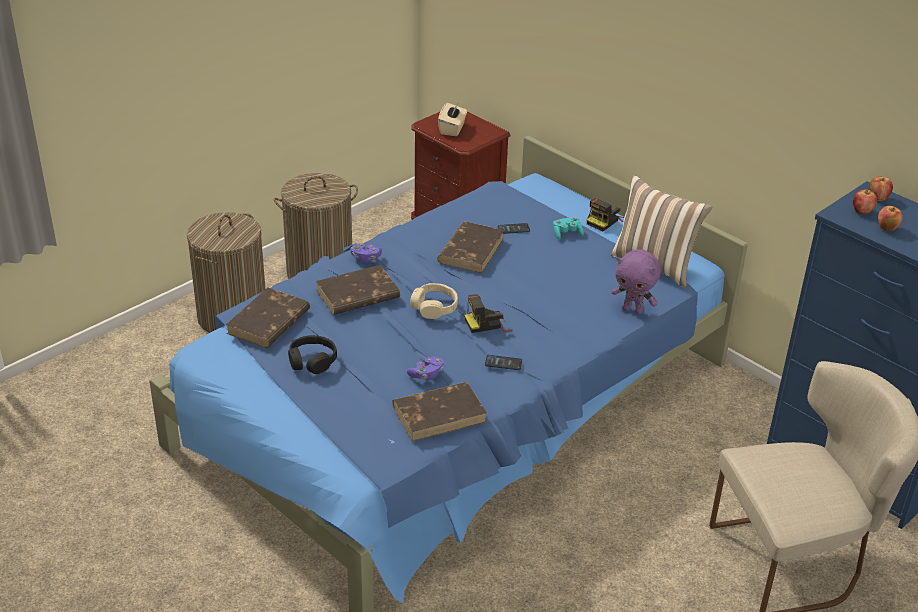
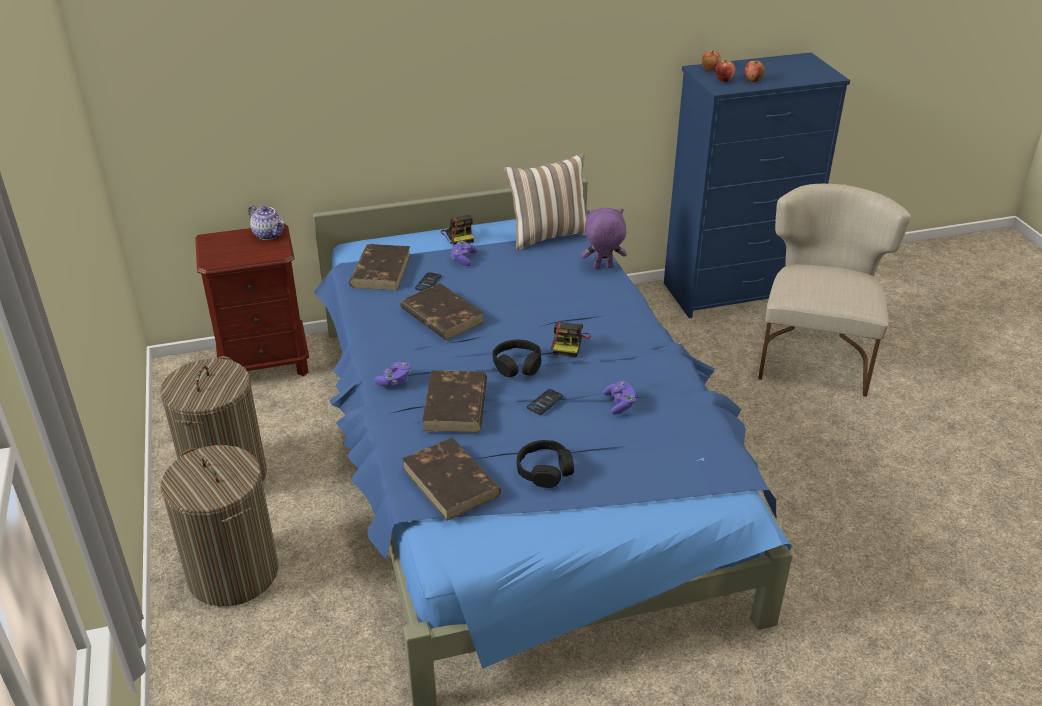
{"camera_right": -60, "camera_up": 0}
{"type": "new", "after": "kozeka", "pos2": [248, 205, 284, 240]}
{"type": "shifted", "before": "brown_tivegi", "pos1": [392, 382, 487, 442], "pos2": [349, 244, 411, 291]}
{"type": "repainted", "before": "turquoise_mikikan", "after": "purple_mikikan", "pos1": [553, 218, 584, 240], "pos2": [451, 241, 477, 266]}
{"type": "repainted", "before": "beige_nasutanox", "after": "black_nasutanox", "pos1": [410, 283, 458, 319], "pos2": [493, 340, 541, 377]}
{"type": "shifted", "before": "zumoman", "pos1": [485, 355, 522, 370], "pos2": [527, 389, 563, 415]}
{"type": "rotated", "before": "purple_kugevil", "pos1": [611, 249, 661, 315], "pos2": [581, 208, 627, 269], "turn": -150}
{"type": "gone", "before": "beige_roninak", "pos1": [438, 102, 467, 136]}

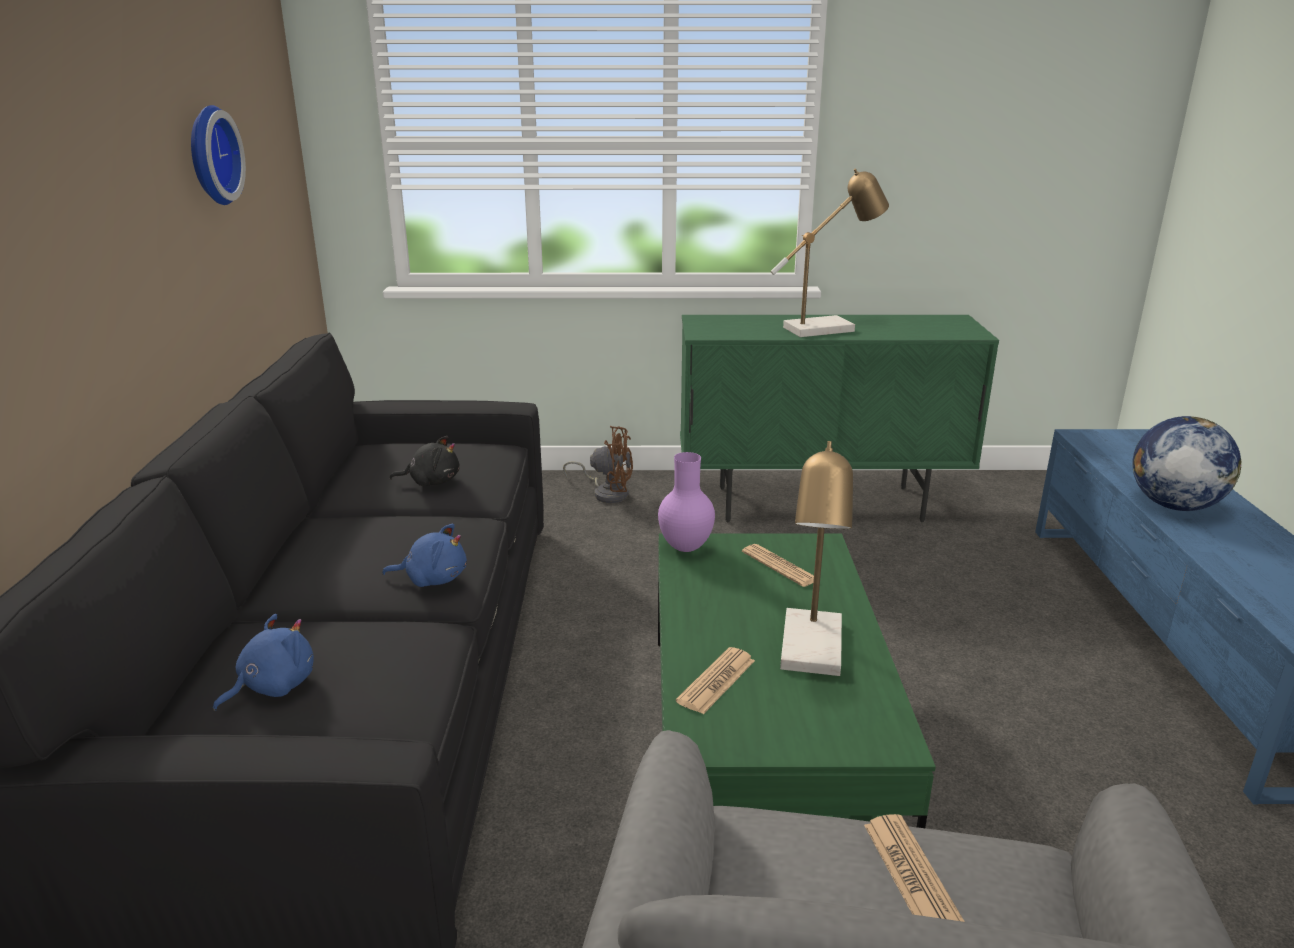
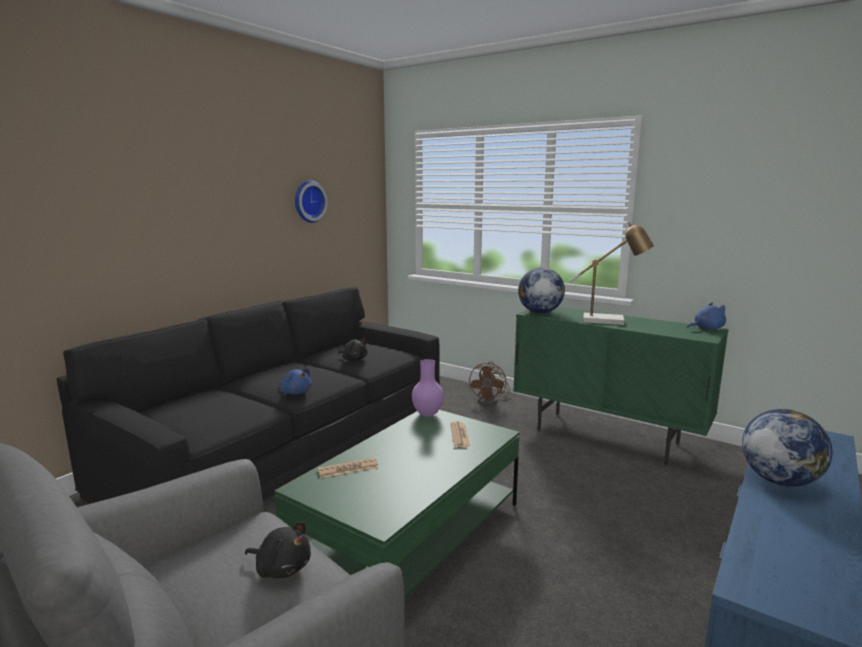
{"camera_right": 35, "camera_up": -10}
{"type": "swapped", "before": "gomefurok", "after": "black_kugevil", "pos1": [864, 814, 965, 922], "pos2": [245, 522, 311, 578]}
{"type": "rotated", "before": "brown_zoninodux", "pos1": [563, 426, 633, 503], "pos2": [469, 362, 511, 405], "turn": 60}
{"type": "new", "after": "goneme", "pos2": [518, 267, 565, 313]}
{"type": "shifted", "before": "blue_kugevil", "pos1": [213, 614, 314, 711], "pos2": [687, 302, 726, 330]}
{"type": "gone", "before": "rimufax", "pos1": [780, 441, 853, 676]}

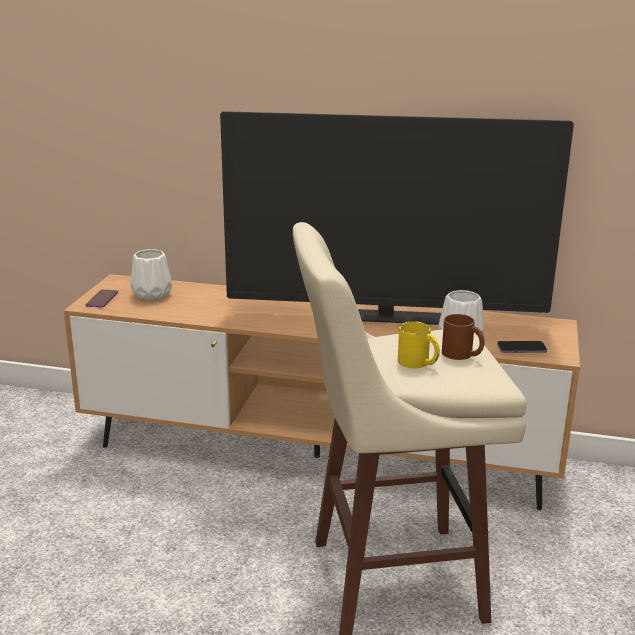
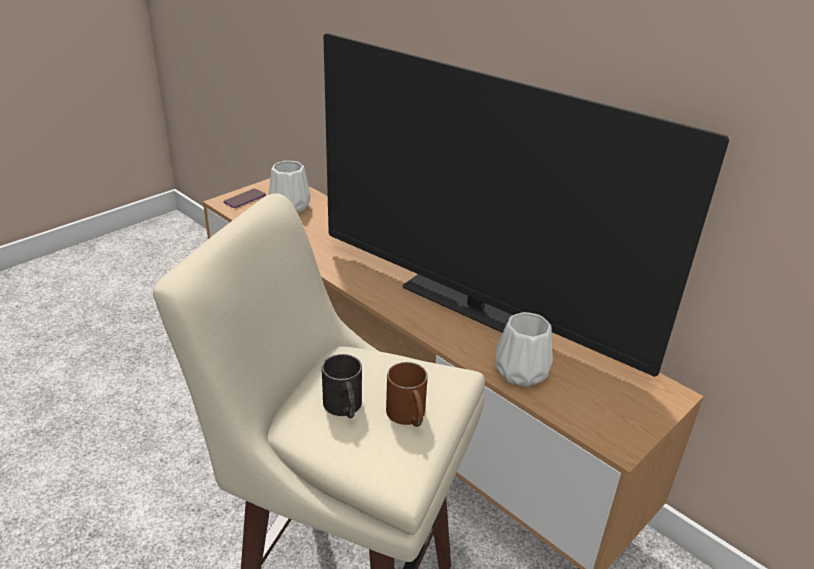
{"camera_right": 30, "camera_up": 10}
{"type": "repainted", "before": "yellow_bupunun", "after": "black_bupunun", "pos1": [398, 321, 440, 368], "pos2": [322, 354, 362, 418]}
{"type": "gone", "before": "zumoman", "pos1": [497, 341, 547, 353]}

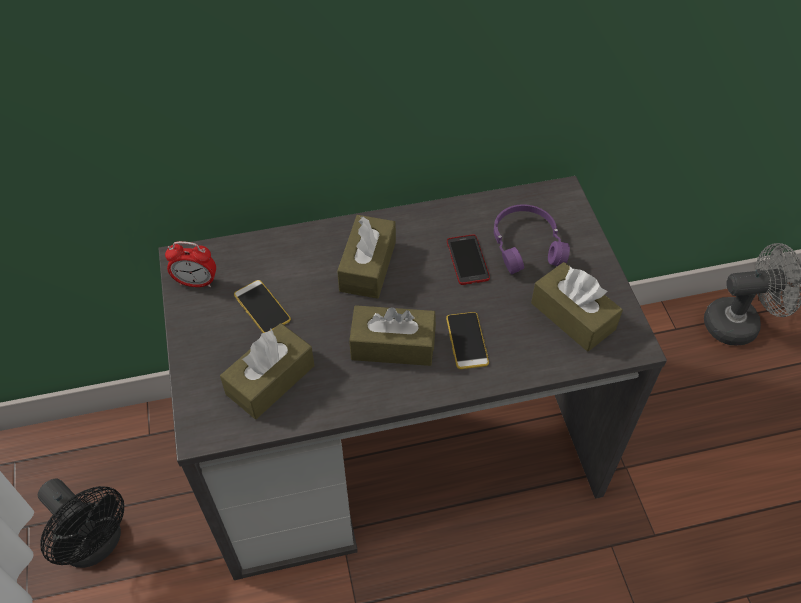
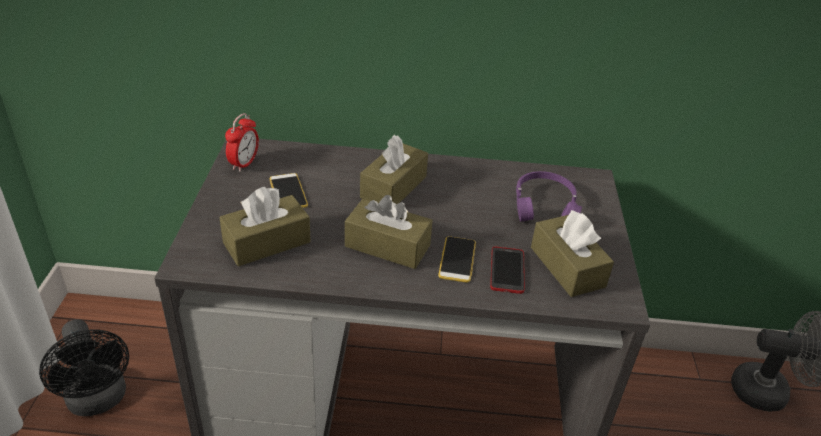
{"camera_right": 15, "camera_up": -15}
{"type": "rotated", "before": "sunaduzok", "pos1": [165, 241, 216, 287], "pos2": [225, 113, 259, 172], "turn": -90}
{"type": "shifted", "before": "zumoman", "pos1": [447, 235, 490, 285], "pos2": [490, 247, 525, 294]}

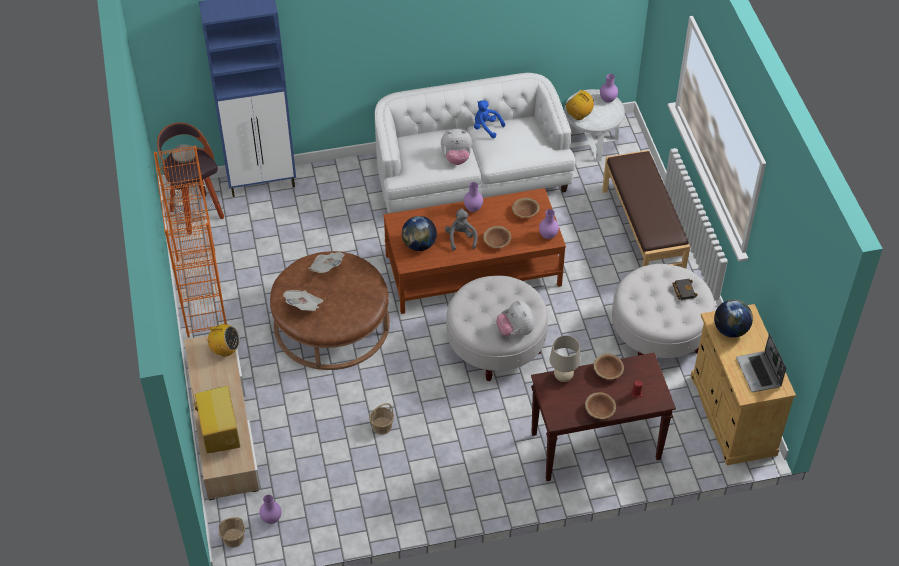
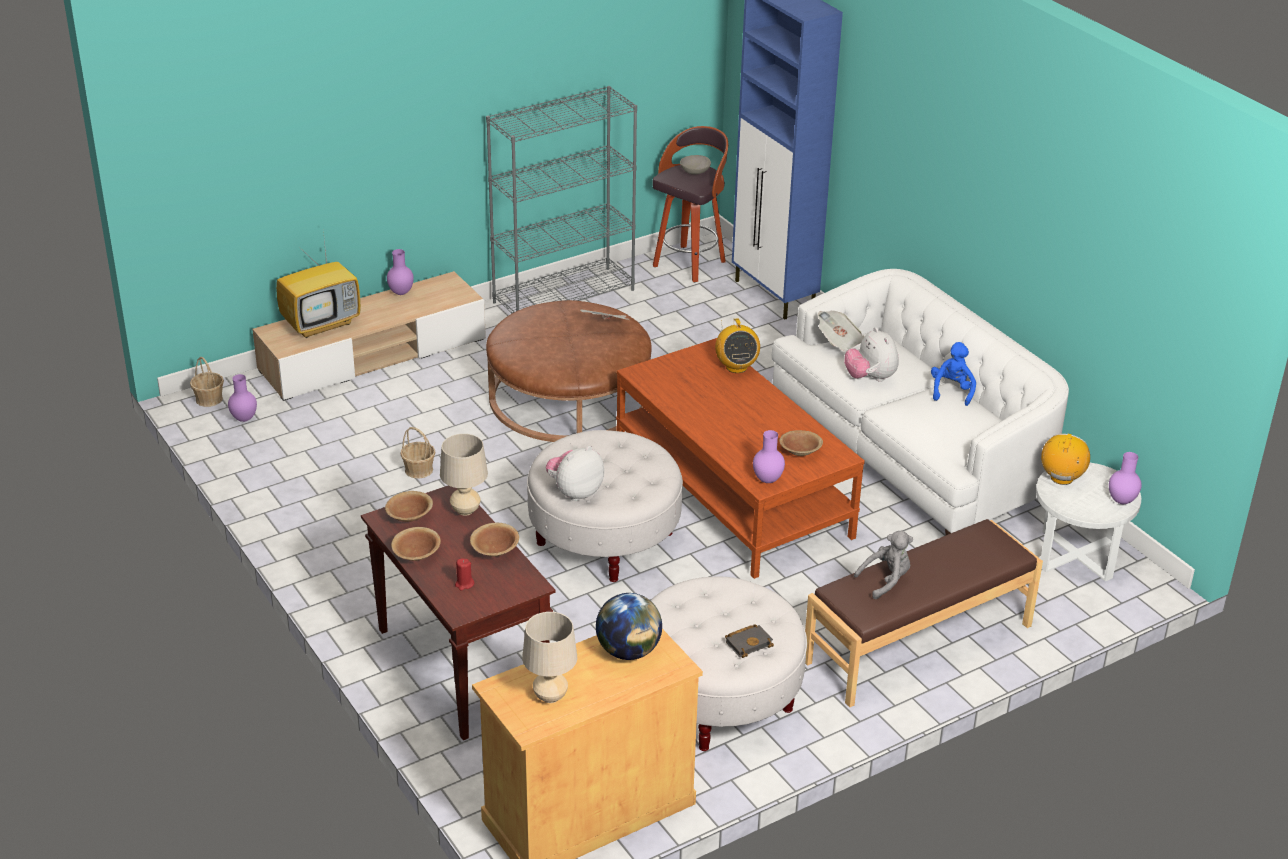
{"camera_right": 70, "camera_up": -15}
{"type": "shifted", "before": "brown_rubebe", "pos1": [483, 226, 511, 248], "pos2": [385, 491, 433, 522]}
{"type": "shifted", "before": "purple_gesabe", "pos1": [464, 182, 483, 212], "pos2": [387, 249, 414, 295]}
{"type": "repainted", "before": "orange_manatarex", "after": "grey_manatarex", "pos1": [154, 146, 227, 338], "pos2": [486, 86, 637, 313]}
{"type": "swapped", "before": "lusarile", "after": "beige_rimufax", "pos1": [736, 333, 786, 392], "pos2": [522, 612, 577, 703]}
{"type": "shifted", "before": "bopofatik", "pos1": [204, 324, 240, 357], "pos2": [715, 319, 760, 373]}
{"type": "shifted", "before": "gomefurok", "pos1": [283, 290, 323, 311], "pos2": [818, 311, 865, 351]}
{"type": "shifted", "before": "grey_kugevil", "pos1": [445, 208, 478, 251], "pos2": [854, 531, 913, 599]}
{"type": "gone", "before": "goneme", "pos1": [402, 216, 437, 251]}

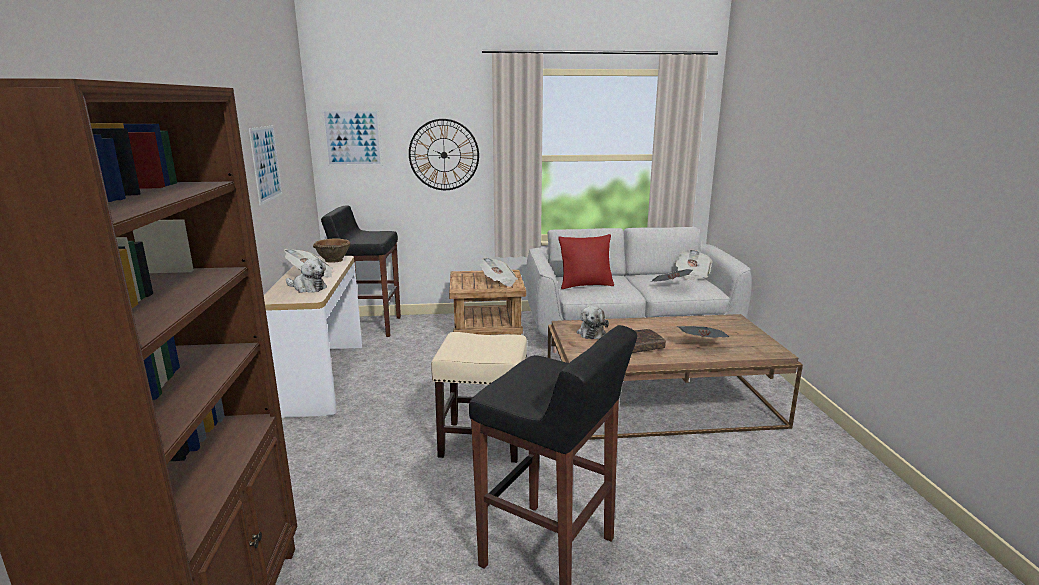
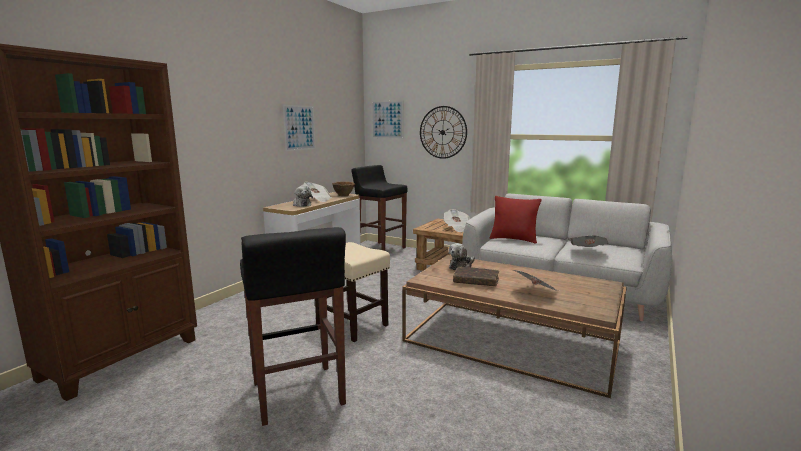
{"camera_right": 35, "camera_up": -5}
{"type": "gone", "before": "gomefurok", "pos1": [675, 249, 713, 280]}

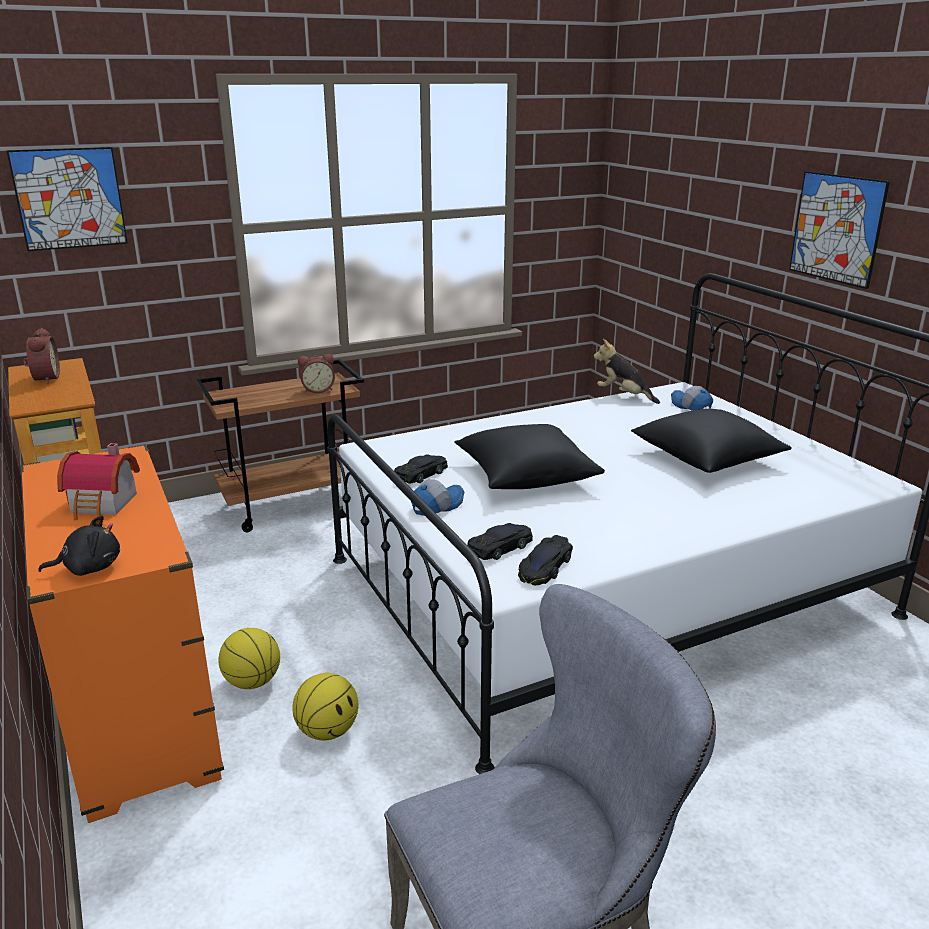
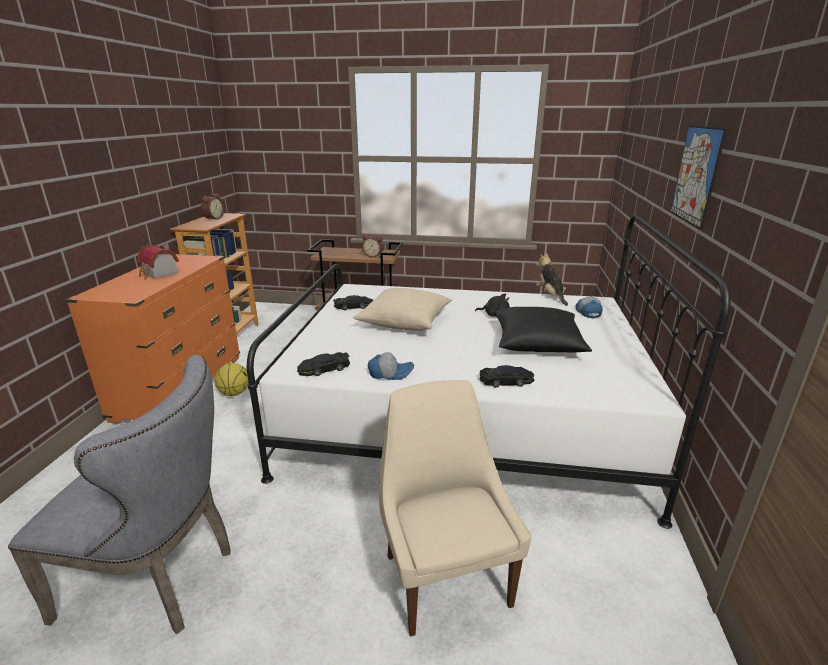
{"camera_right": 35, "camera_up": 0}
{"type": "repainted", "before": "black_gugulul", "after": "beige_gugulul", "pos1": [454, 424, 605, 489], "pos2": [353, 288, 452, 331]}
{"type": "shifted", "before": "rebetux", "pos1": [411, 479, 464, 516], "pos2": [368, 352, 414, 380]}
{"type": "new", "after": "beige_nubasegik", "pos2": [379, 380, 532, 637]}
{"type": "shifted", "before": "black_kugevil", "pos1": [38, 515, 120, 576], "pos2": [475, 293, 510, 317]}
{"type": "shifted", "before": "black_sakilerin", "pos1": [467, 523, 533, 560], "pos2": [480, 365, 534, 388]}
{"type": "gone", "before": "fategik", "pos1": [6, 147, 128, 251]}
{"type": "gone", "before": "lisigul", "pos1": [292, 673, 358, 740]}

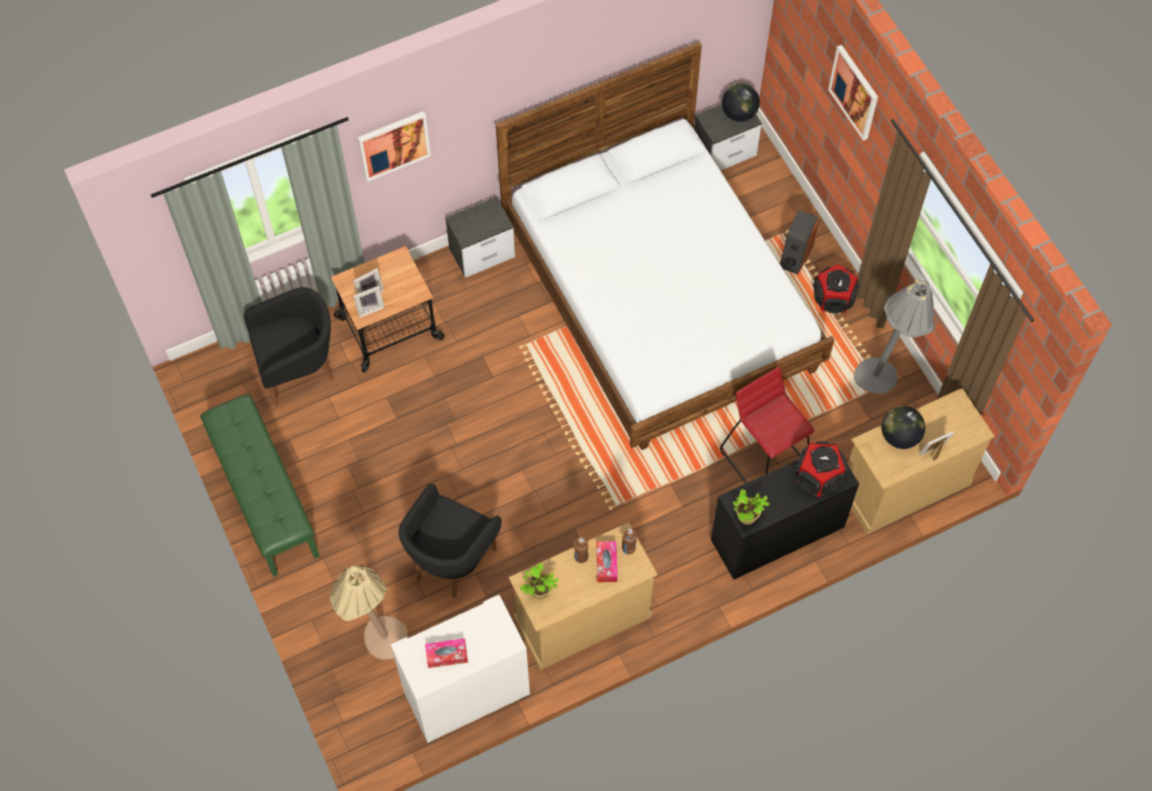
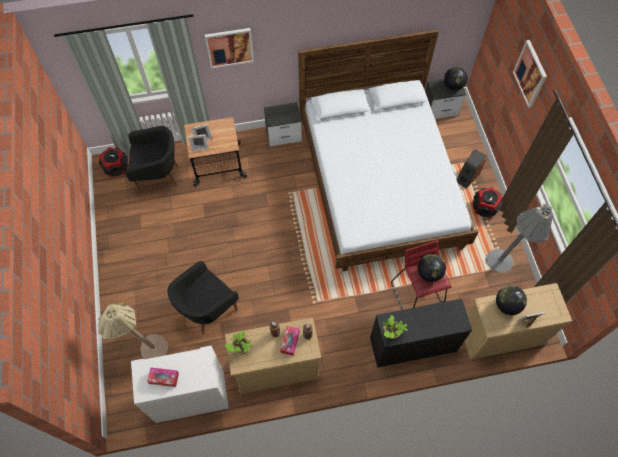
{"camera_right": 15, "camera_up": 0}
{"type": "shifted", "before": "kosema", "pos1": [794, 441, 848, 497], "pos2": [99, 147, 128, 177]}
{"type": "new", "after": "goneme", "pos2": [417, 254, 446, 282]}
{"type": "gone", "before": "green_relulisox", "pos1": [200, 394, 320, 577]}

